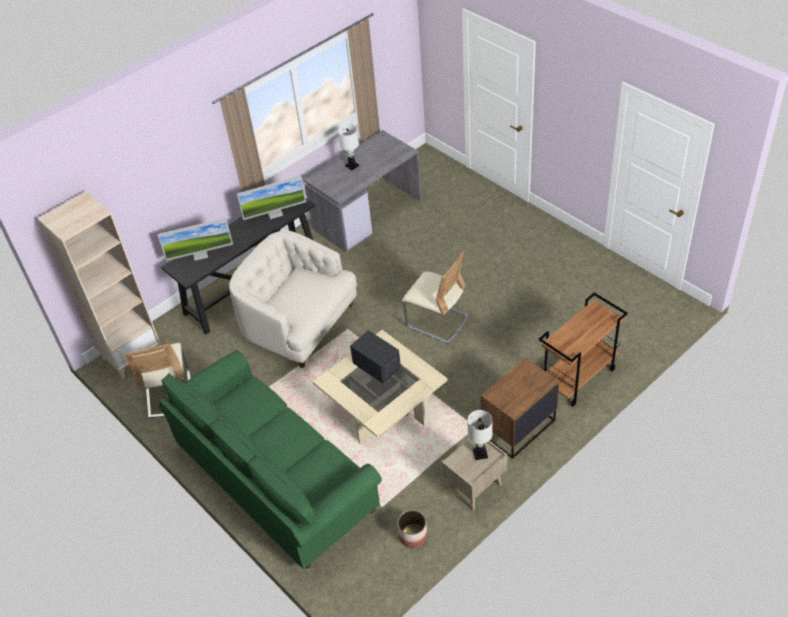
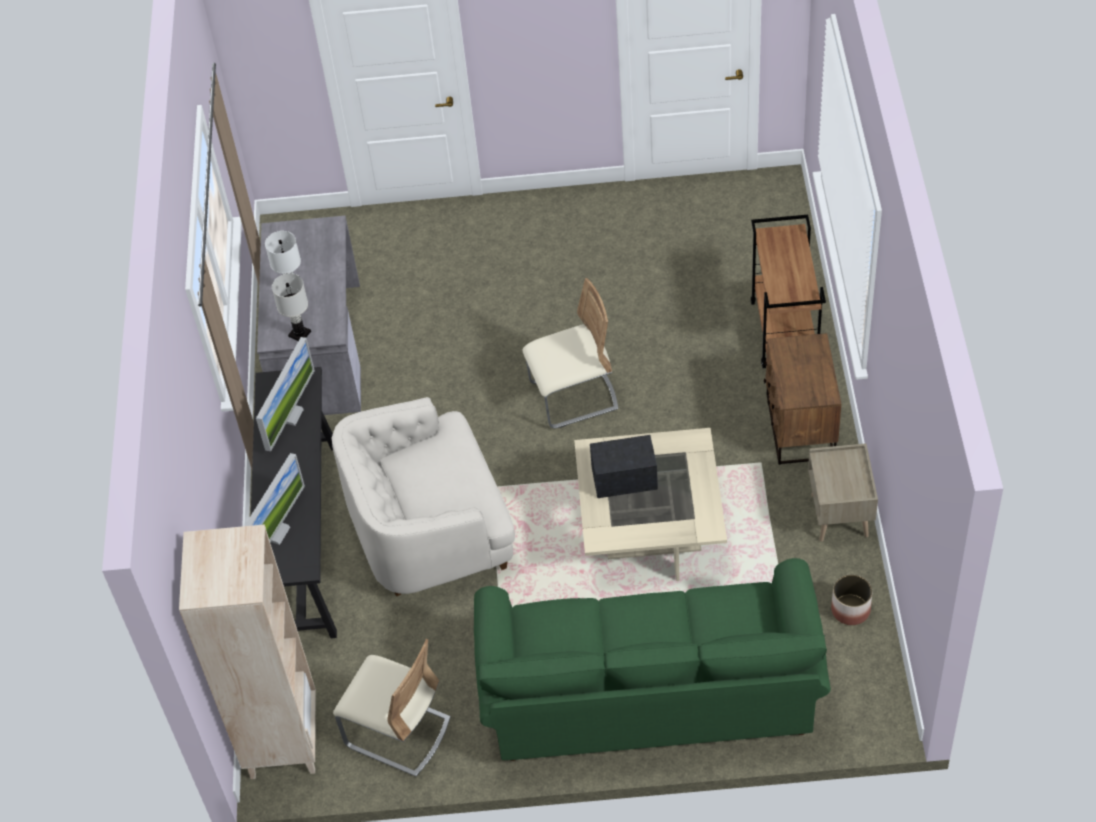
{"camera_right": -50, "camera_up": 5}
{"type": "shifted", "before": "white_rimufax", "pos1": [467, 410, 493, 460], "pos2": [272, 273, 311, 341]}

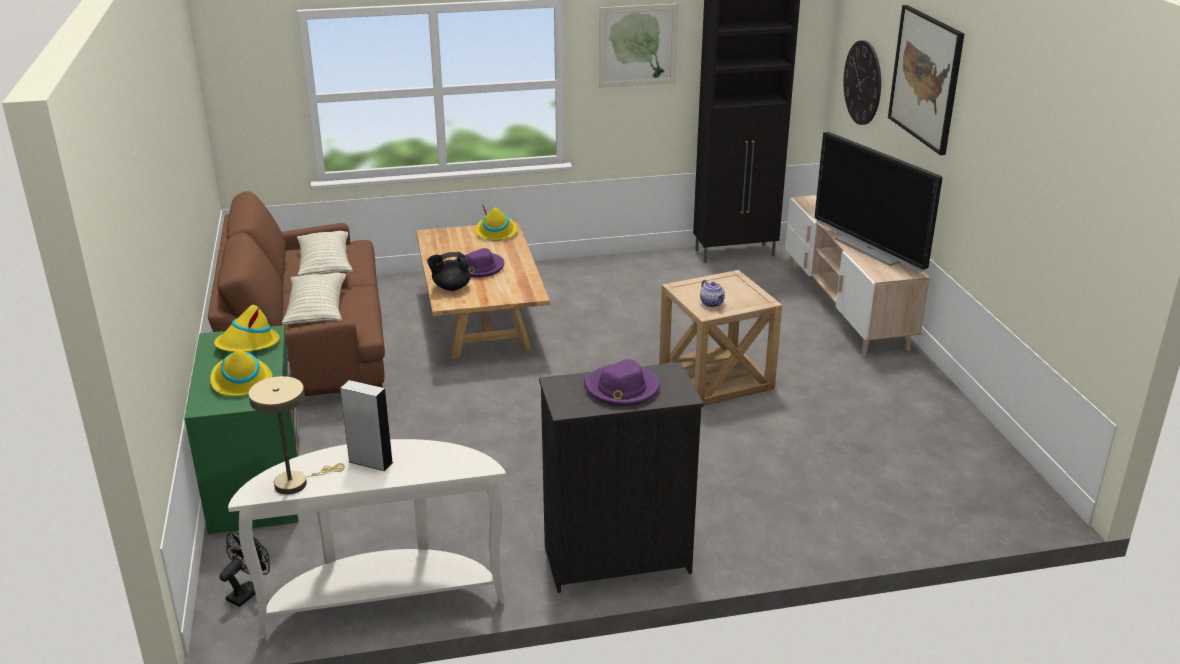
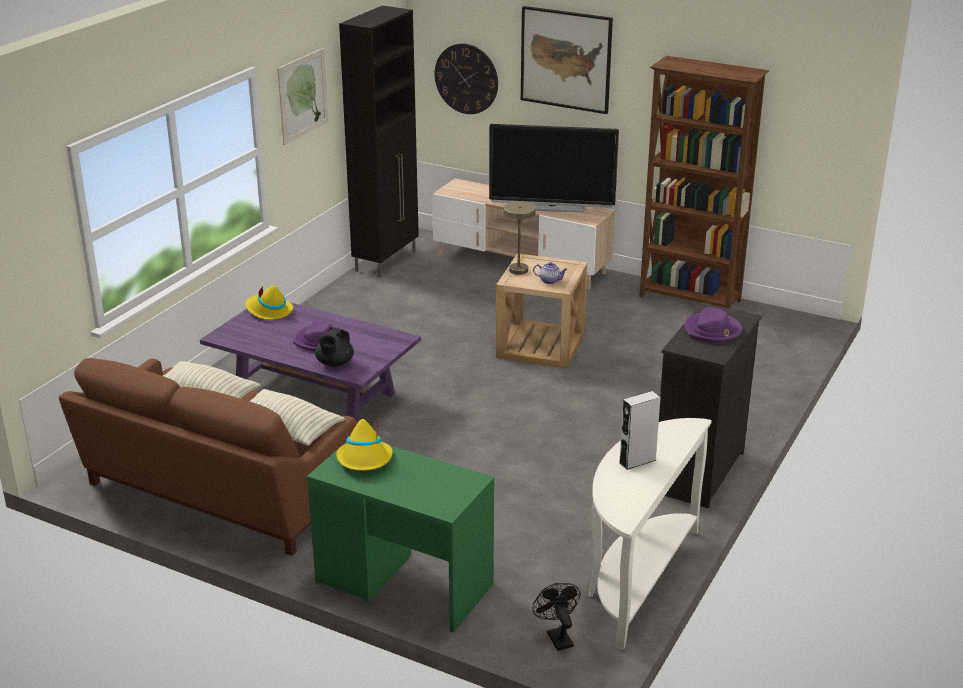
{"camera_right": -50, "camera_up": 0}
{"type": "repainted", "before": "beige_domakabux", "after": "purple_domakabux", "pos1": [416, 222, 550, 359], "pos2": [200, 303, 421, 421]}
{"type": "shifted", "before": "beige_rimufax", "pos1": [248, 376, 345, 494], "pos2": [504, 201, 536, 275]}
{"type": "new", "after": "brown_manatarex", "pos2": [639, 56, 769, 309]}
{"type": "gone", "before": "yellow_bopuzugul", "pos1": [210, 349, 272, 396]}

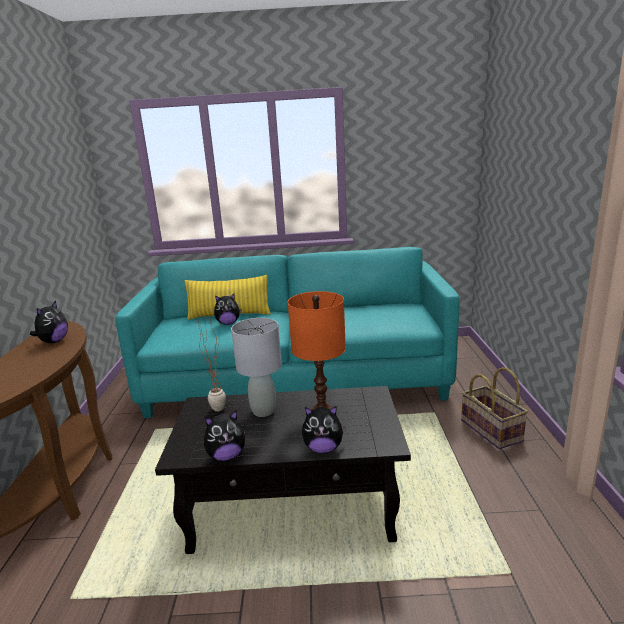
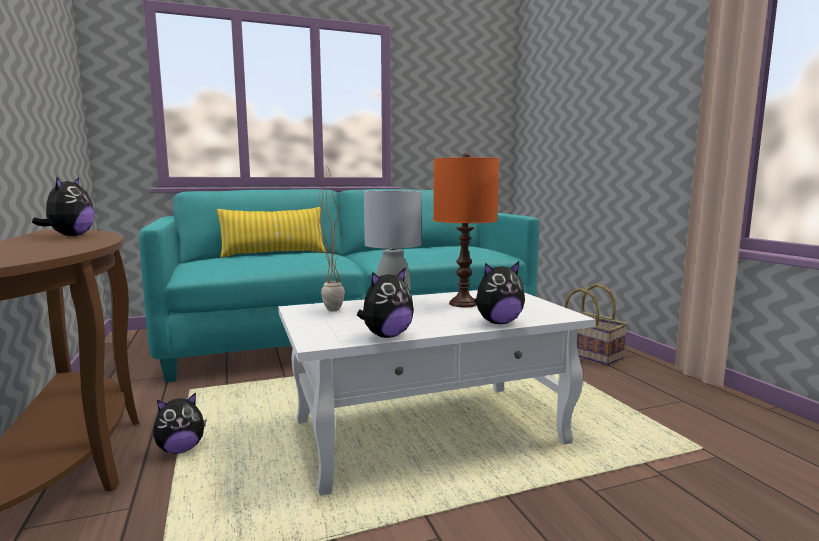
{"camera_right": -20, "camera_up": -10}
{"type": "shifted", "before": "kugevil", "pos1": [214, 294, 241, 325], "pos2": [153, 392, 206, 454]}
{"type": "repainted", "before": "black_domakabux", "after": "white_domakabux", "pos1": [155, 386, 411, 554], "pos2": [278, 290, 596, 496]}

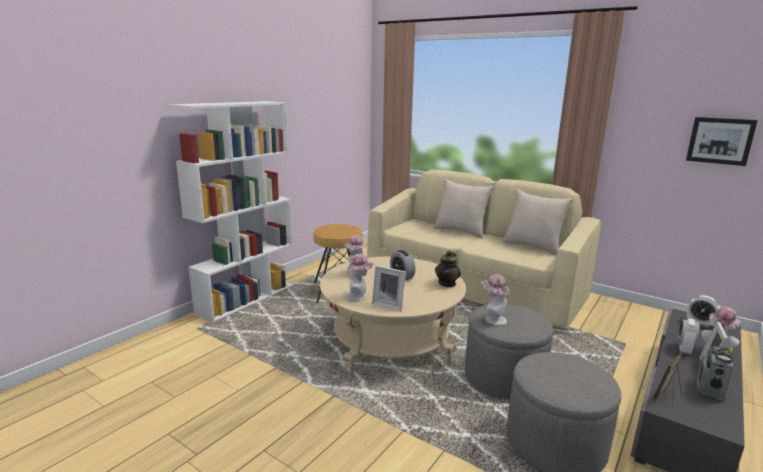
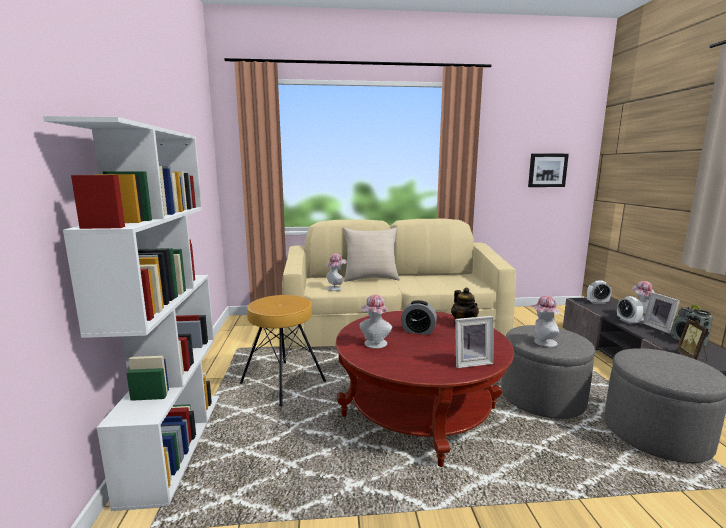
{"camera_right": -40, "camera_up": -5}
{"type": "shifted", "before": "bopuzugul", "pos1": [346, 254, 374, 301], "pos2": [326, 253, 346, 291]}
{"type": "repainted", "before": "beige_domakabux", "after": "red_domakabux", "pos1": [320, 257, 466, 372], "pos2": [336, 311, 514, 467]}
{"type": "gone", "before": "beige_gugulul", "pos1": [502, 189, 574, 255]}

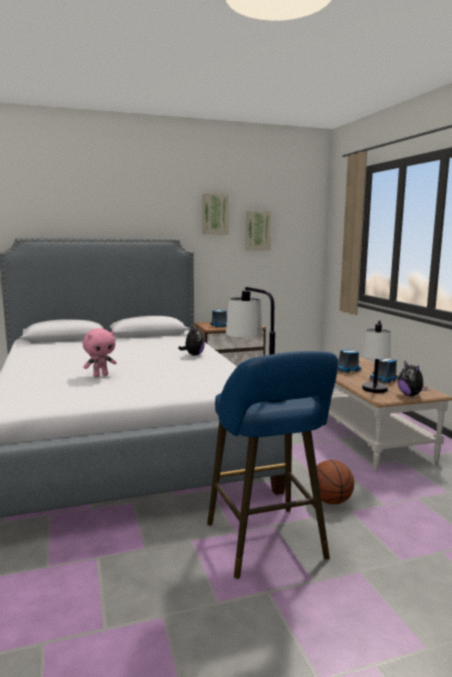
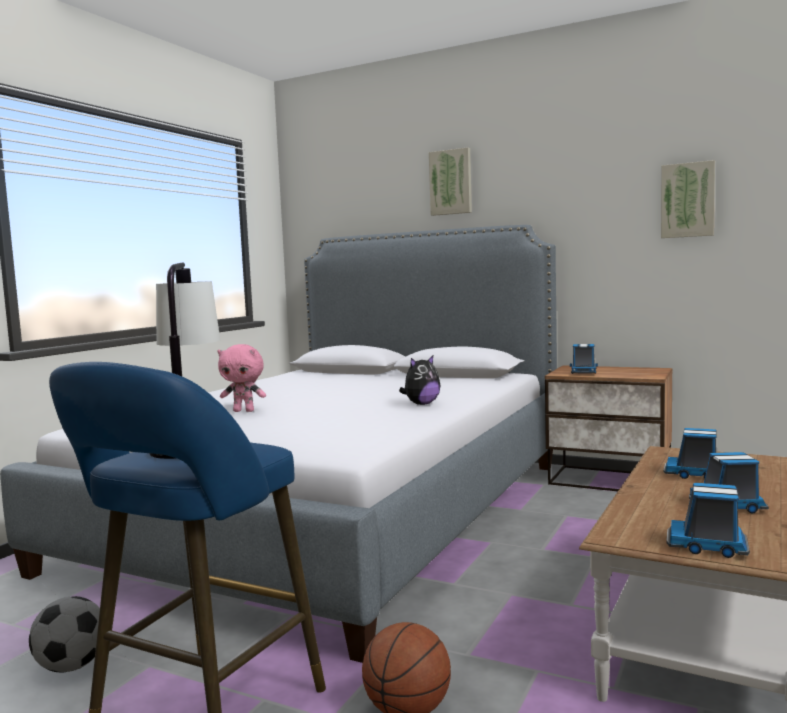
{"camera_right": 45, "camera_up": -5}
{"type": "new", "after": "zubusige", "pos2": [29, 596, 100, 673]}
{"type": "shifted", "before": "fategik", "pos1": [202, 193, 229, 235], "pos2": [429, 147, 472, 216]}
{"type": "swapped", "before": "kugevil", "after": "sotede", "pos1": [398, 361, 428, 396], "pos2": [666, 483, 750, 558]}
{"type": "gone", "before": "rimufax", "pos1": [362, 320, 391, 393]}

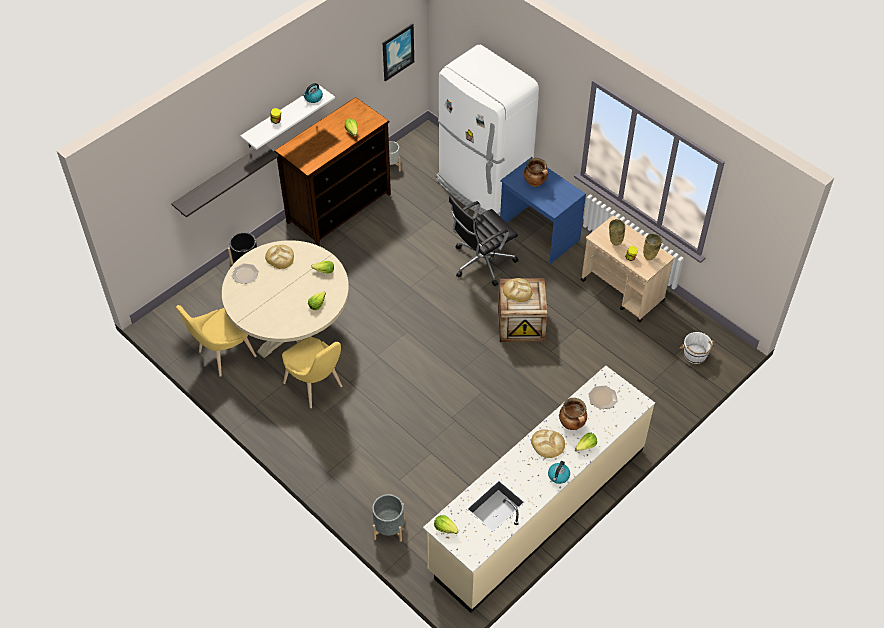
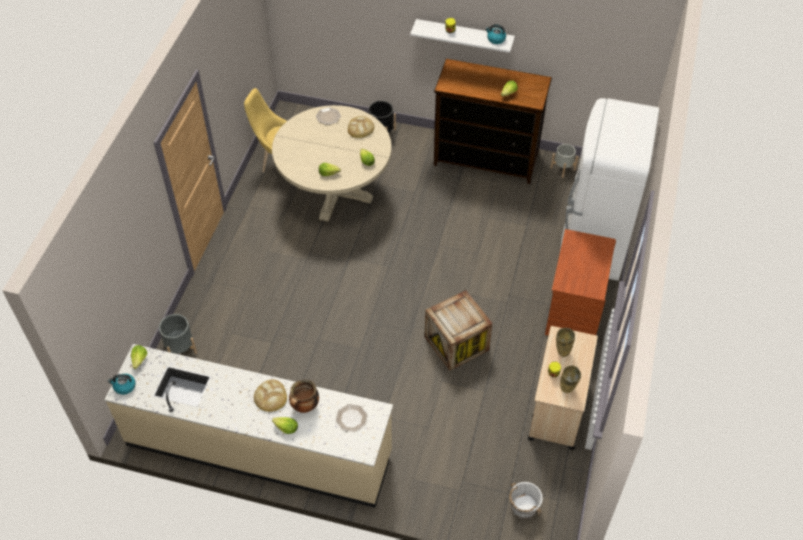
{"camera_right": 60, "camera_up": 0}
{"type": "shifted", "before": "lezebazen", "pos1": [548, 461, 570, 484], "pos2": [108, 374, 135, 395]}
{"type": "repainted", "before": "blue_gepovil", "after": "brown_gepovil", "pos1": [500, 157, 586, 264], "pos2": [545, 229, 616, 336]}
{"type": "gone", "before": "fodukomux", "pos1": [171, 145, 279, 218]}
{"type": "gone", "before": "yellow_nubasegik", "pos1": [282, 337, 342, 408]}
{"type": "gone", "before": "fategik", "pos1": [382, 23, 414, 81]}
{"type": "gone", "before": "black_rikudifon", "pos1": [449, 196, 519, 286]}
{"type": "gone", "before": "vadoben", "pos1": [503, 278, 532, 302]}
{"type": "gone", "before": "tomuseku", "pos1": [524, 158, 548, 187]}

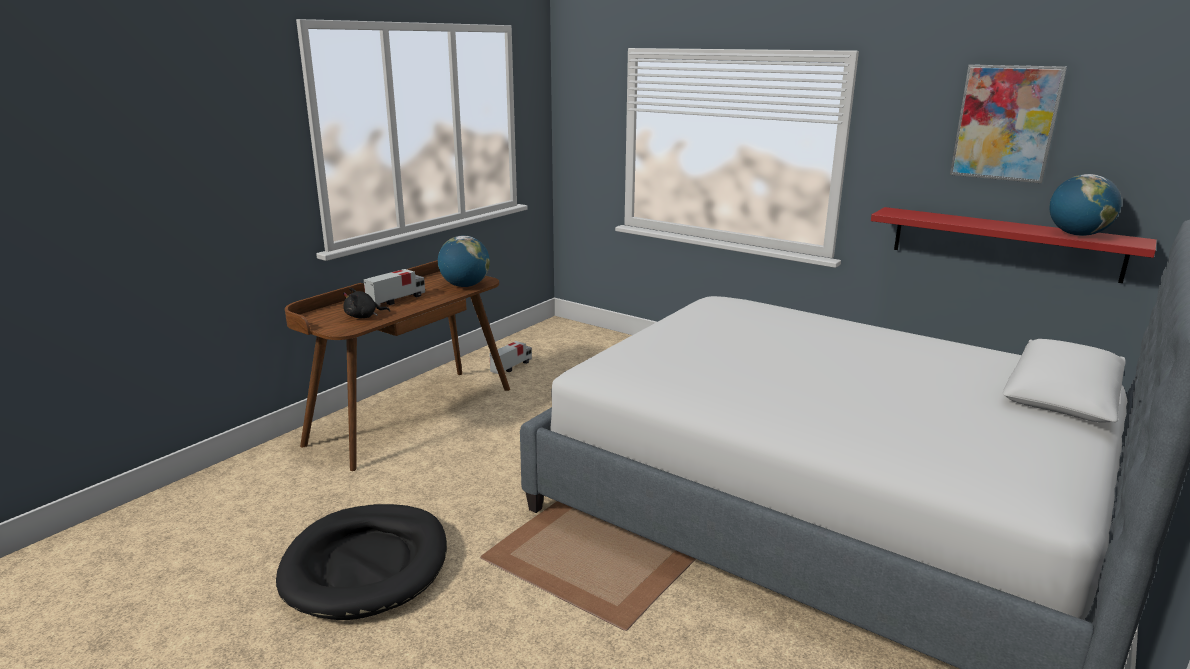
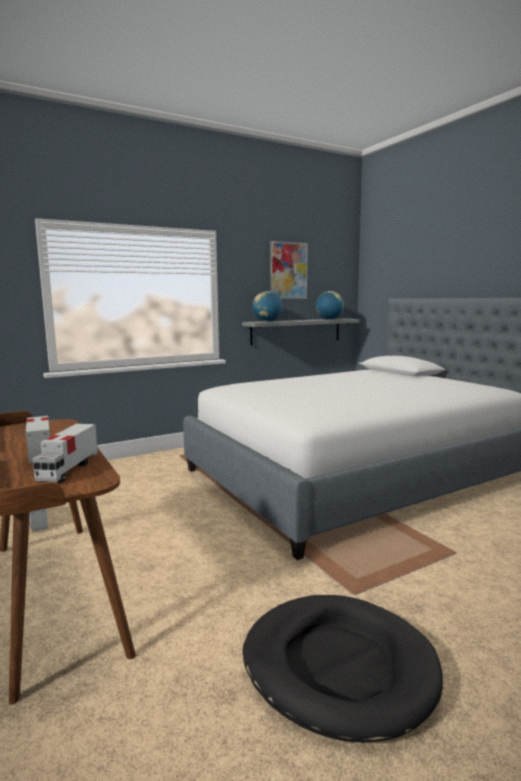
{"camera_right": -65, "camera_up": -10}
{"type": "swapped", "before": "black_kugevil", "after": "sotede", "pos1": [343, 288, 390, 318], "pos2": [32, 424, 98, 483]}
{"type": "repainted", "before": "red_fodukomux", "after": "grey_fodukomux", "pos1": [871, 207, 1157, 283], "pos2": [242, 318, 360, 346]}
{"type": "shifted", "before": "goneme", "pos1": [438, 235, 490, 287], "pos2": [252, 291, 283, 322]}

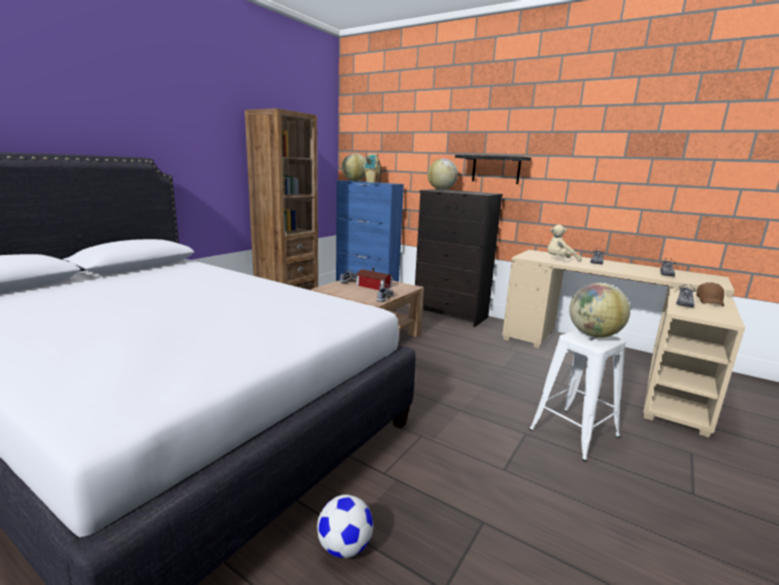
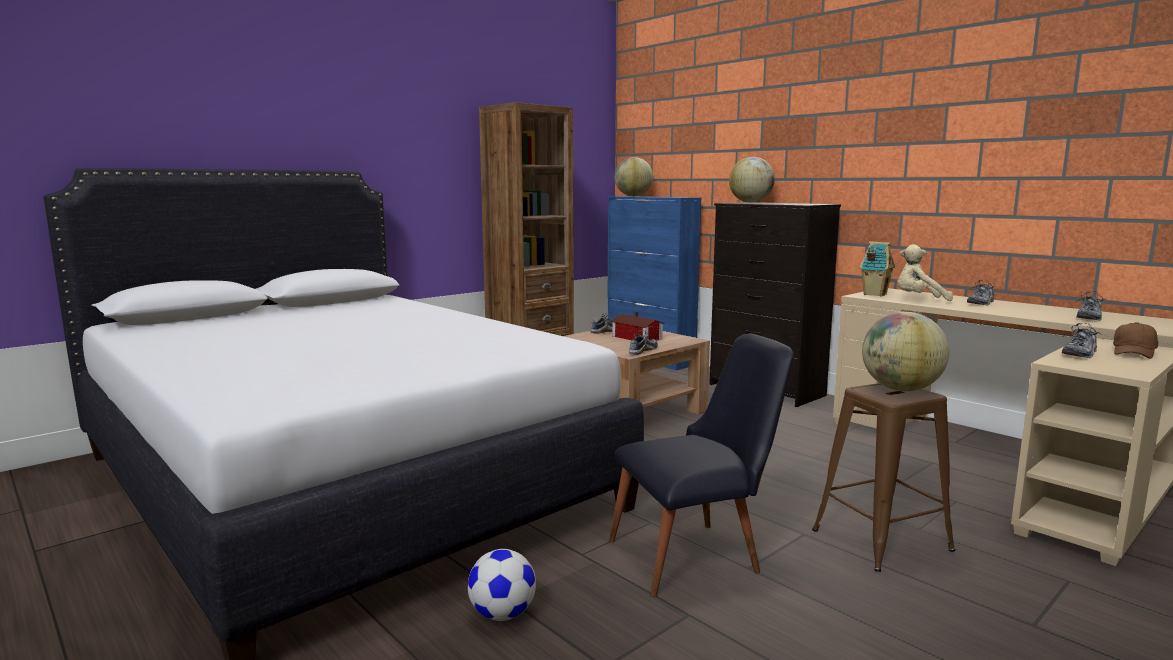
{"camera_right": 15, "camera_up": -5}
{"type": "new", "after": "black_nubasegik", "pos2": [609, 333, 794, 597]}
{"type": "repainted", "before": "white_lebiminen", "after": "brown_lebiminen", "pos1": [529, 329, 625, 461], "pos2": [812, 383, 956, 572]}
{"type": "shifted", "before": "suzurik", "pos1": [363, 154, 382, 183], "pos2": [859, 241, 895, 297]}
{"type": "gone", "before": "black_fodukomux", "pos1": [455, 155, 531, 184]}

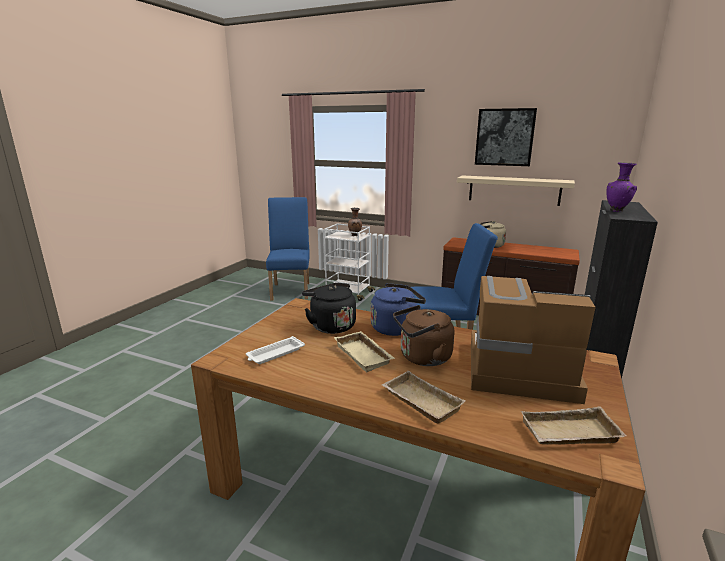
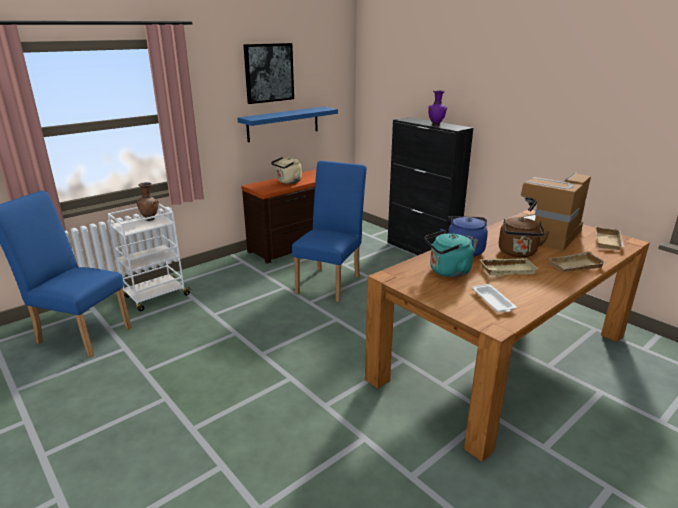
{"camera_right": -65, "camera_up": 5}
{"type": "repainted", "before": "beige_fodukomux", "after": "blue_fodukomux", "pos1": [457, 176, 575, 206], "pos2": [237, 107, 338, 142]}
{"type": "repainted", "before": "black_lezebazen", "after": "turquoise_lezebazen", "pos1": [302, 283, 356, 334], "pos2": [425, 230, 474, 277]}

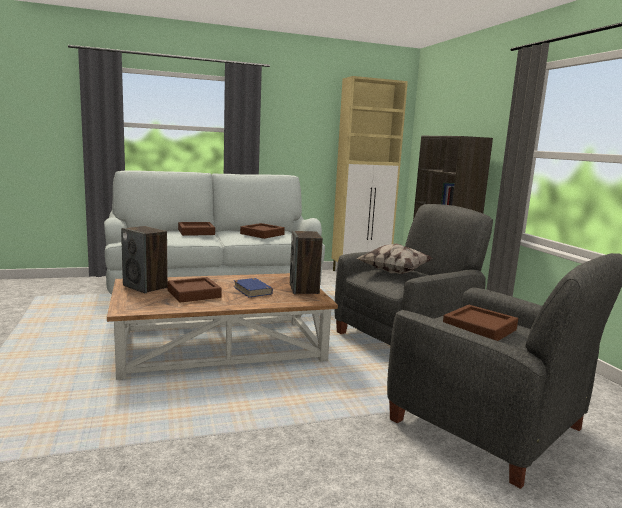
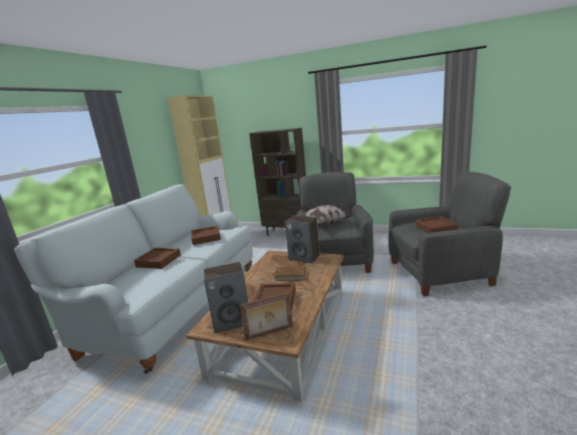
{"camera_right": -50, "camera_up": 5}
{"type": "new", "after": "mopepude", "pos2": [240, 292, 293, 340]}
{"type": "repainted", "before": "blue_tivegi", "after": "brown_tivegi", "pos1": [233, 278, 273, 297], "pos2": [274, 266, 306, 281]}

